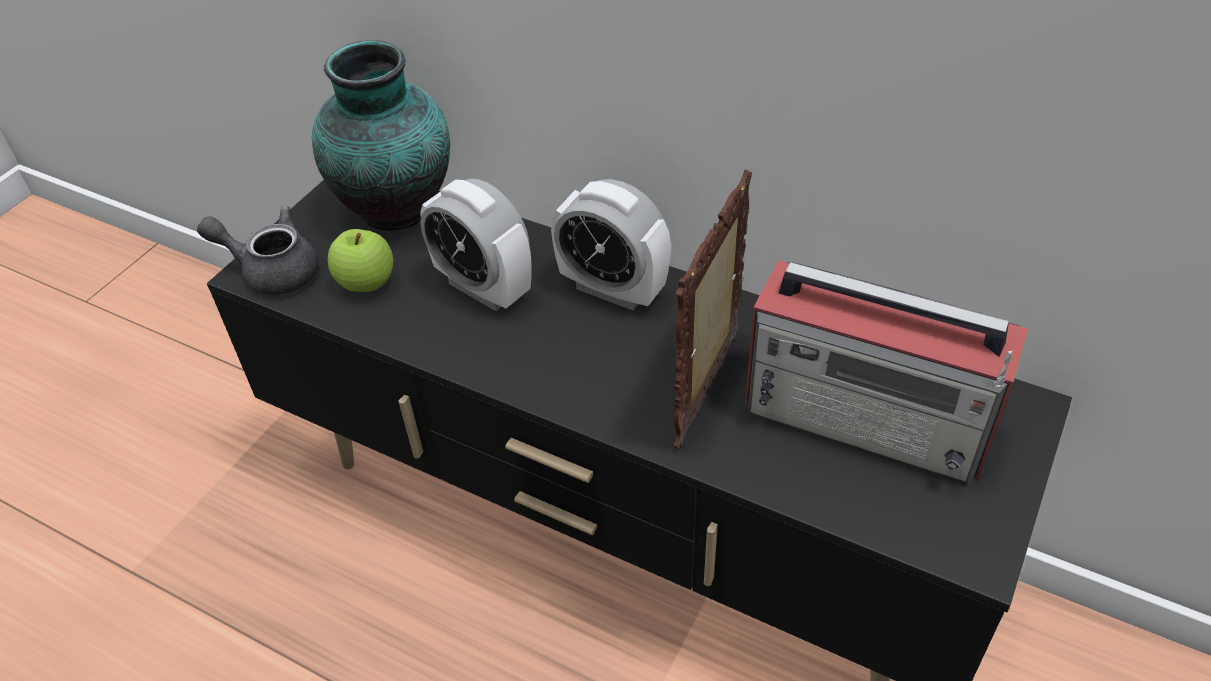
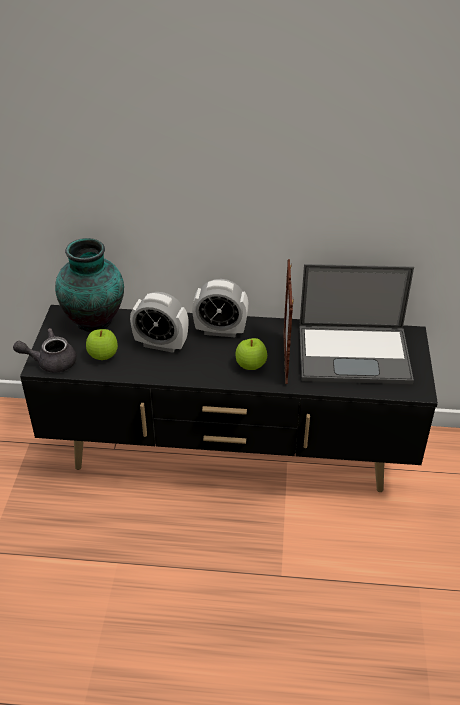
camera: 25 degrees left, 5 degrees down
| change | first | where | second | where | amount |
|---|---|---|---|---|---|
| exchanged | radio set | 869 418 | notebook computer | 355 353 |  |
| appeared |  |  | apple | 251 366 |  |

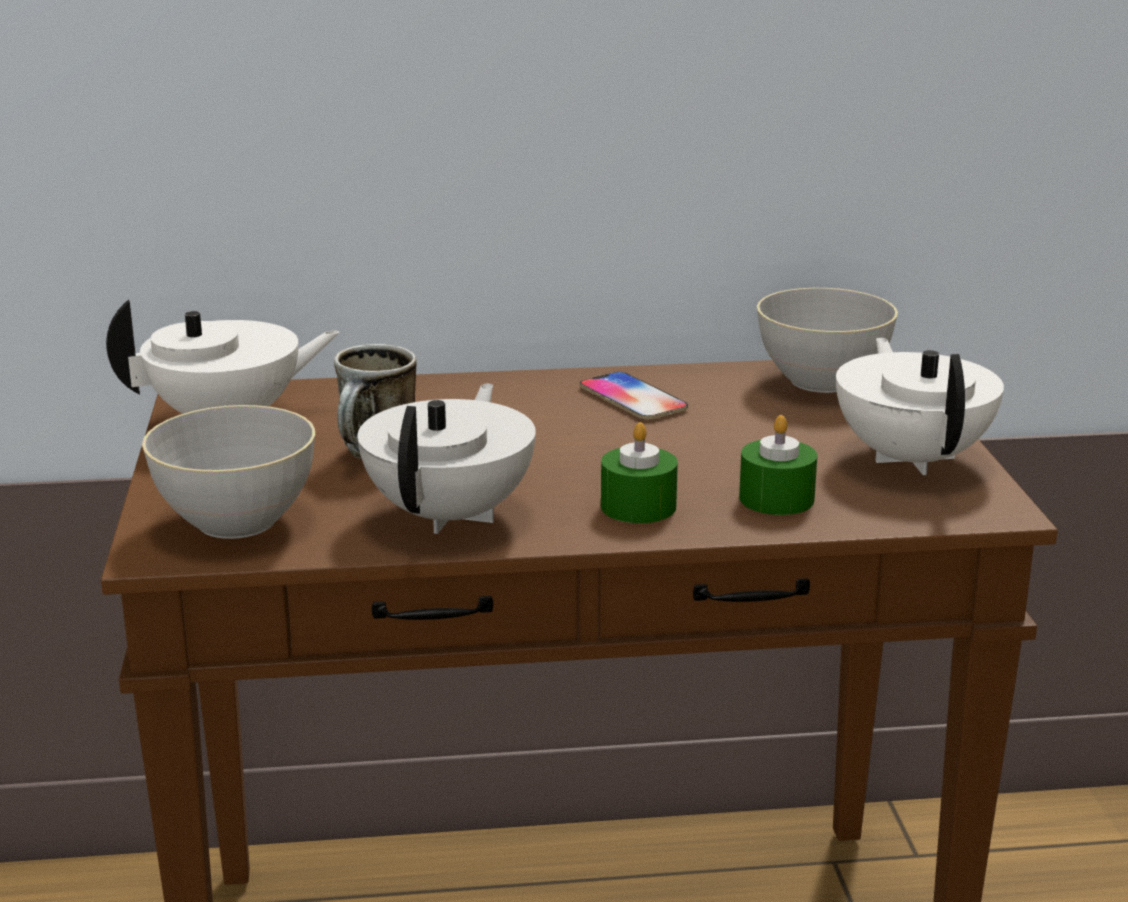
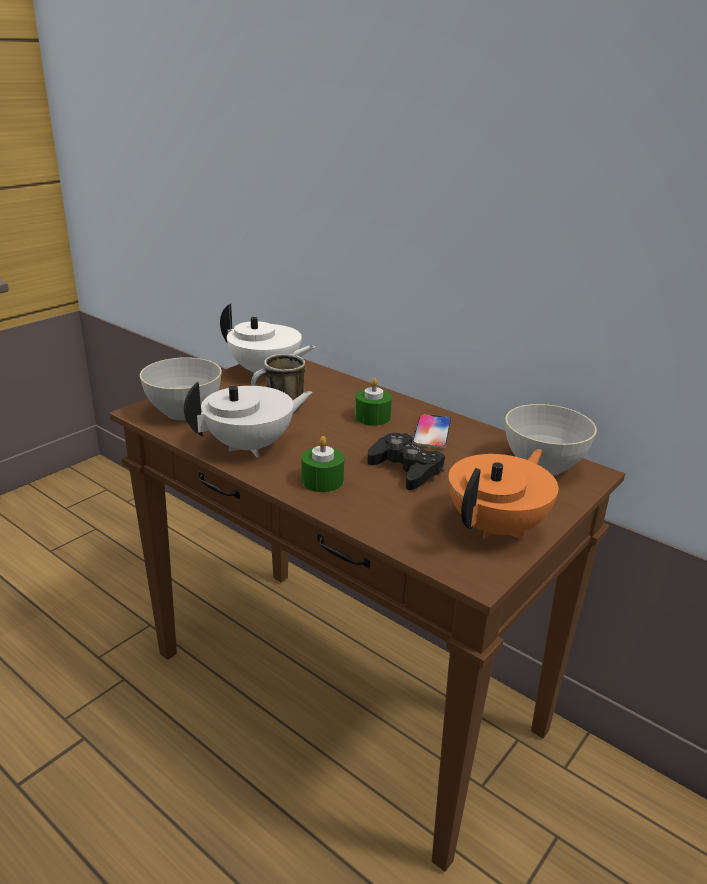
camera: 45 degrees right, 5 degrees up
| change | first | where | second | where | amount |
|---|---|---|---|---|---|
| colour | whitish pot for tea | 912 458 | orange-coloured pot for tea | 497 527 |  |
| relocated | green candle | 776 498 |  | 372 417 |  |
| appeared |  |  | blackish joypad | 406 469 |  |

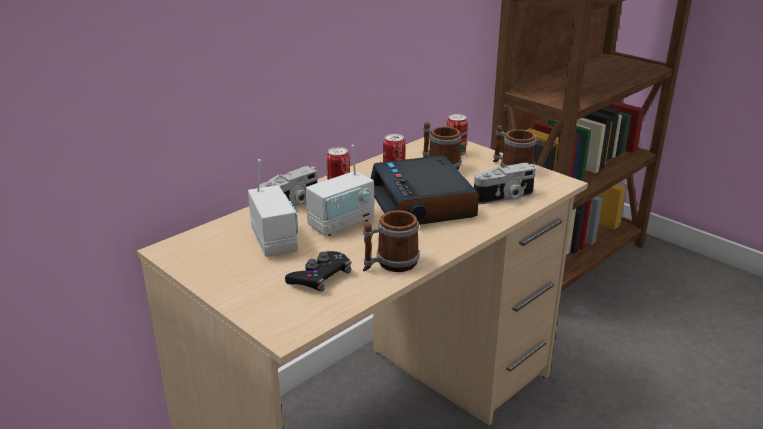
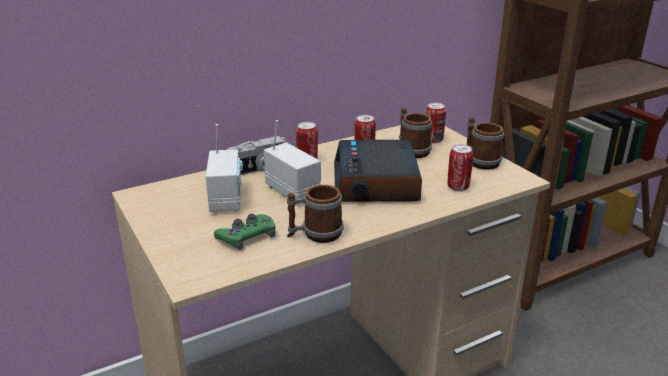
camera: 15 degrees right, 0 degrees up
| change | first | where | second | where | amount |
|---|---|---|---|---|---|
| spun | radio set | 341 223 |  | 293 191 | 105 degrees counterclockwise |
| exchanged | photo camera | 504 198 | can | 458 187 |  |
| colour | blackish joypad | 320 277 | green joypad | 247 237 |  |

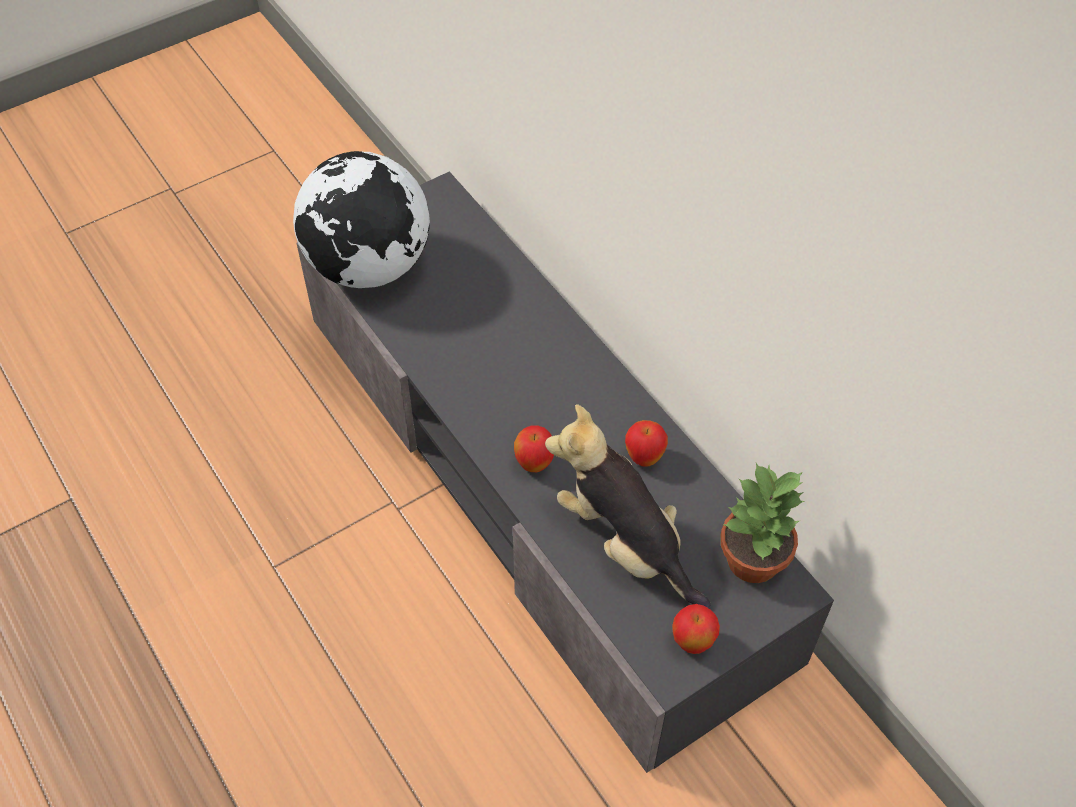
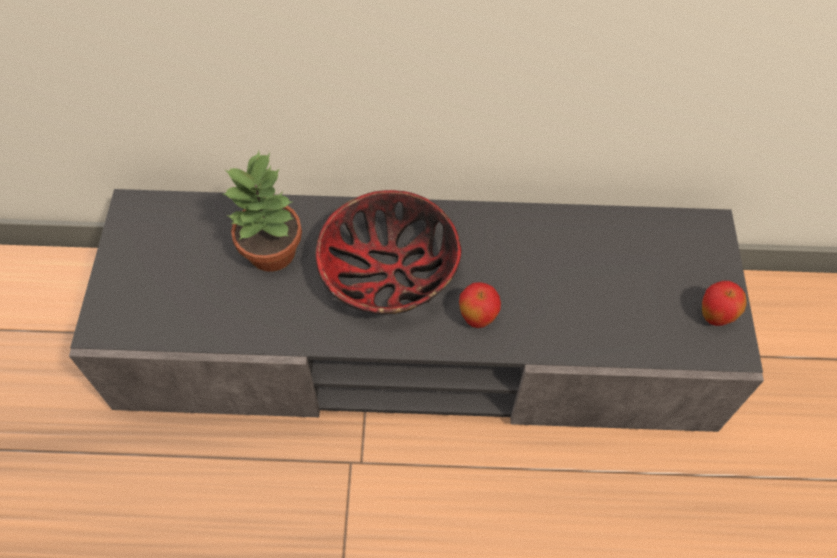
camera: 55 degrees left, 5 degrees up
| change | first | where | second | where | amount |
|---|---|---|---|---|---|
| missing | desk globe | 369 267 |  |  |  |
| missing | soft toy | 625 542 |  |  |  |
| missing | apple | 644 458 |  |  |  |
| relocated | plant in a pot | 753 561 |  | 273 252 |  |
| appeared |  |  | serving bowl | 388 273 |  |

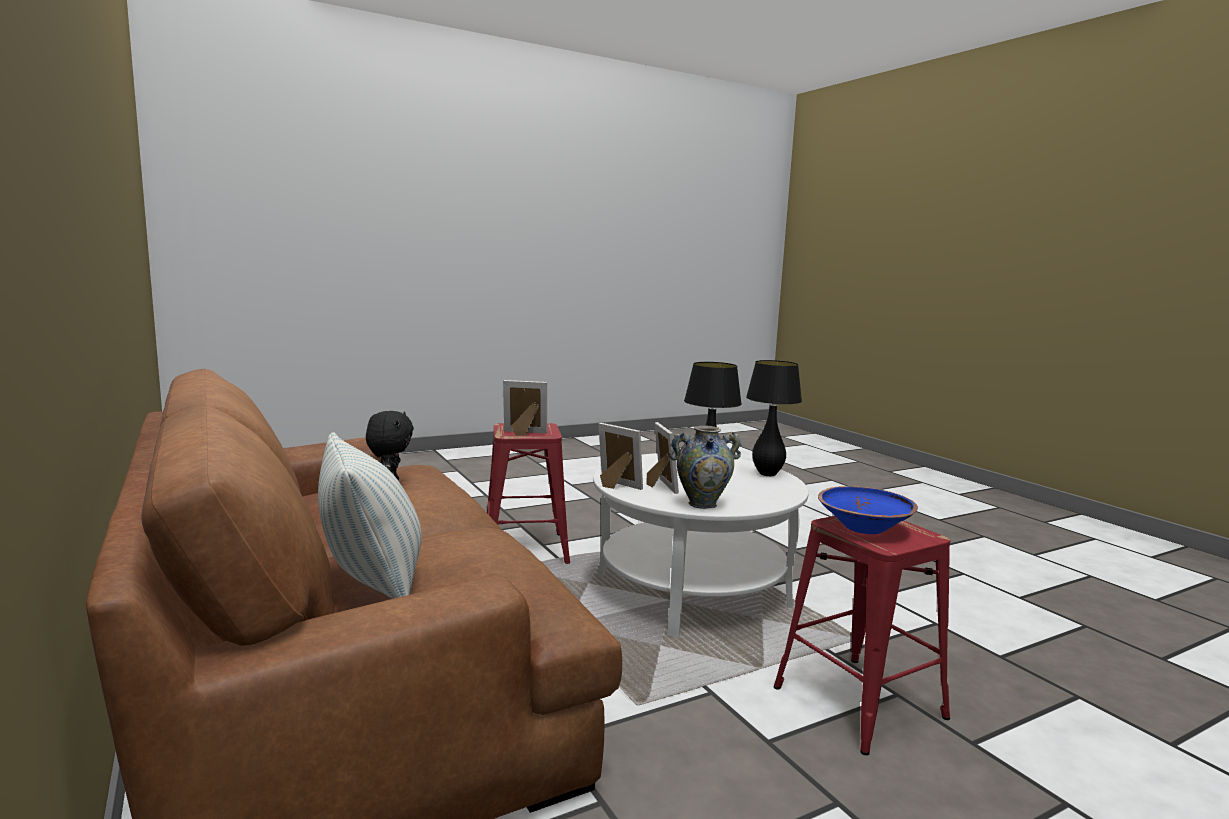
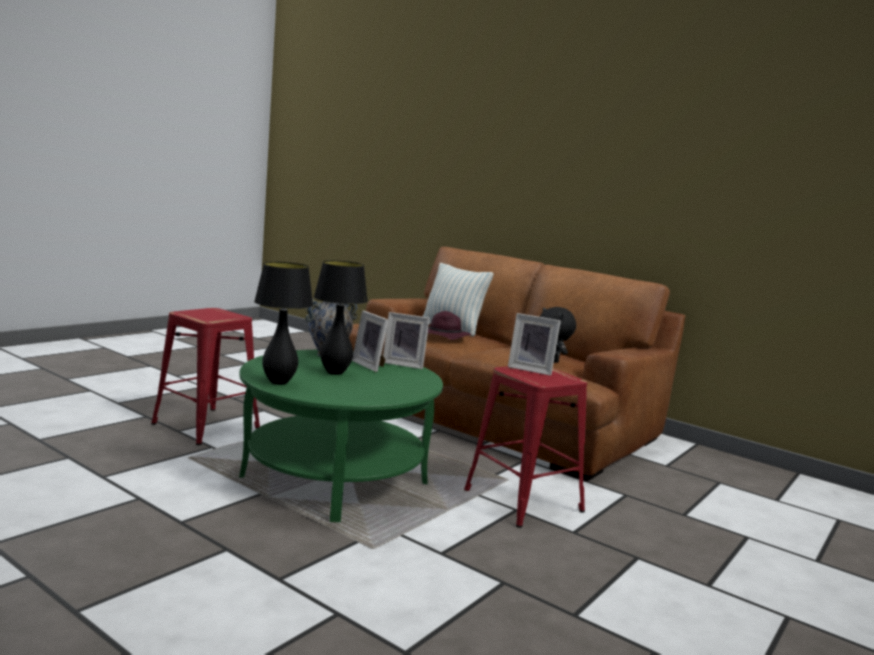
camera: 155 degrees right, 0 degrees up
| change | first | where | second | where | amount |
|---|---|---|---|---|---|
| spun | standing frame | 524 433 |  | 531 369 | 45 degrees clockwise |
| colour | whitish lounge table | 691 590 | green lounge table | 335 479 |  |
| missing | bluish serving bowl | 864 528 |  |  |  |
| appeared |  |  | purple-coloured wearable hat | 443 336 |  |

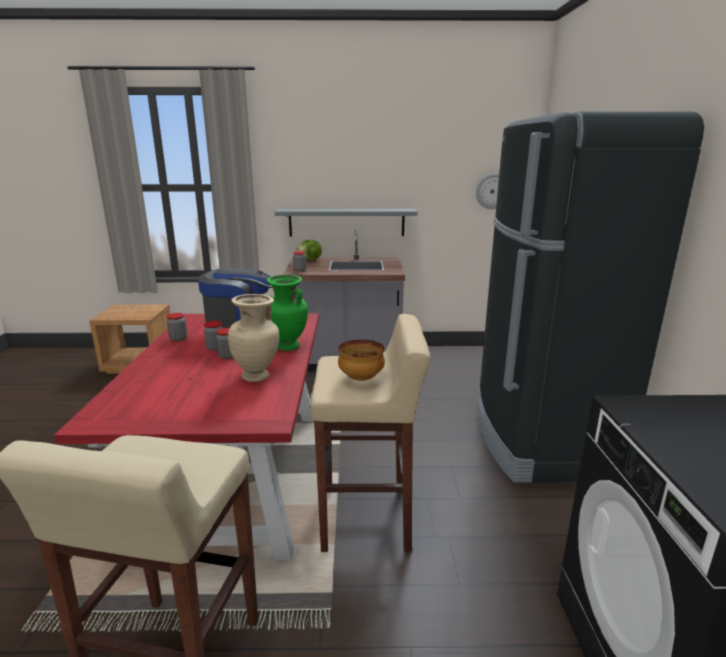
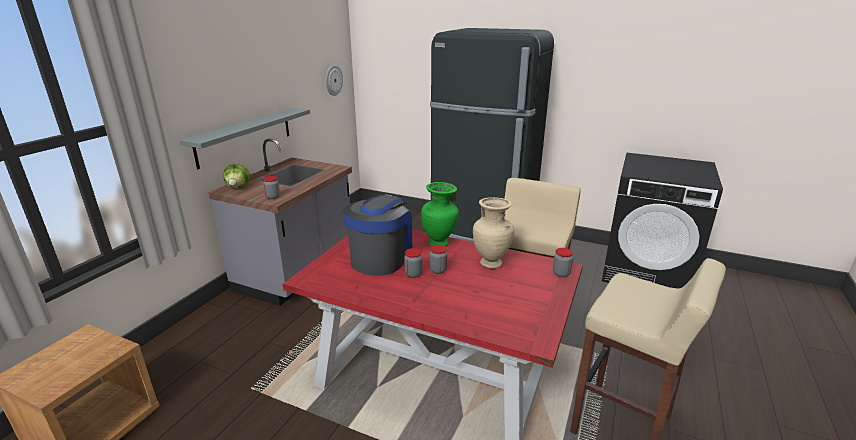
camera: 65 degrees left, 5 degrees up
| change | first | where | second | where | amount |
|---|---|---|---|---|---|
| relocated | storage jar | 178 339 |  | 561 273 |  |
| missing | serving bowl | 361 378 |  |  |  |

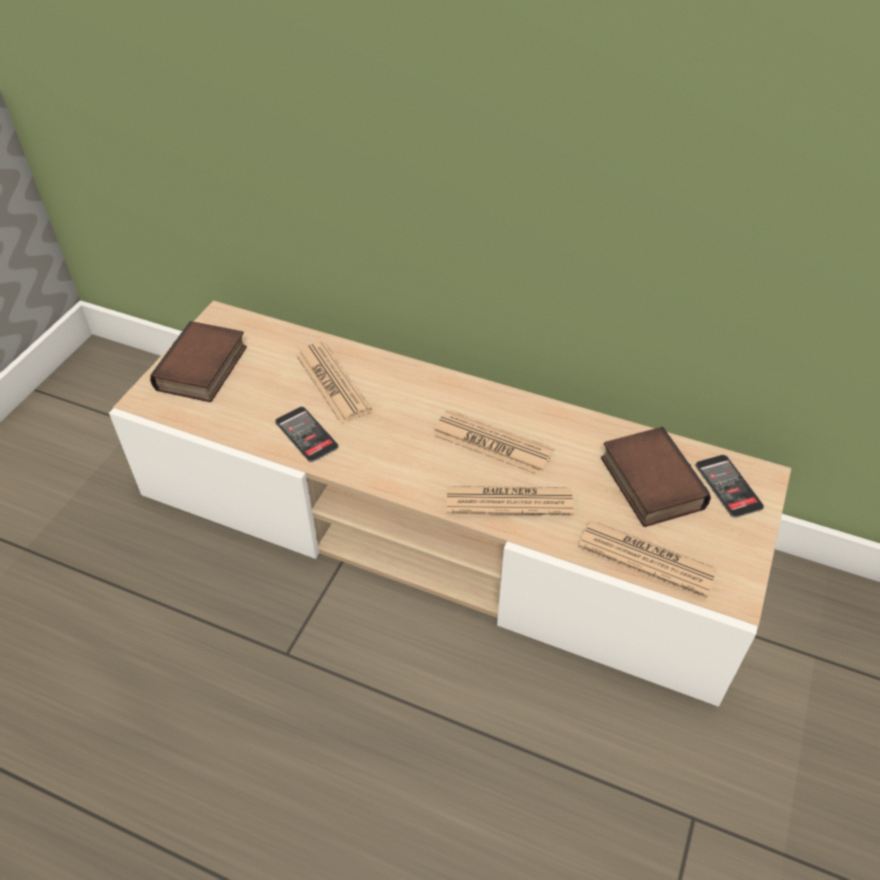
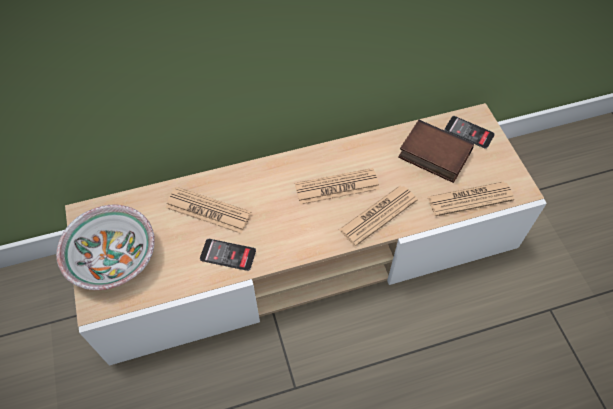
camera: 40 degrees left, 10 degrees up
| change | first | where | second | where | amount |
|---|---|---|---|---|---|
| exchanged | book | 204 370 | serving bowl | 114 258 |  |

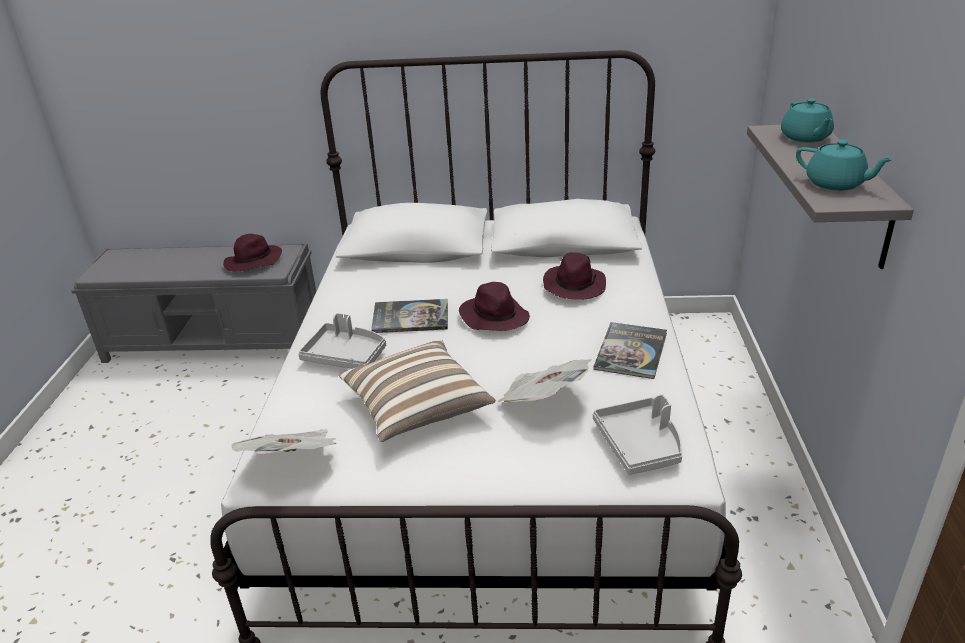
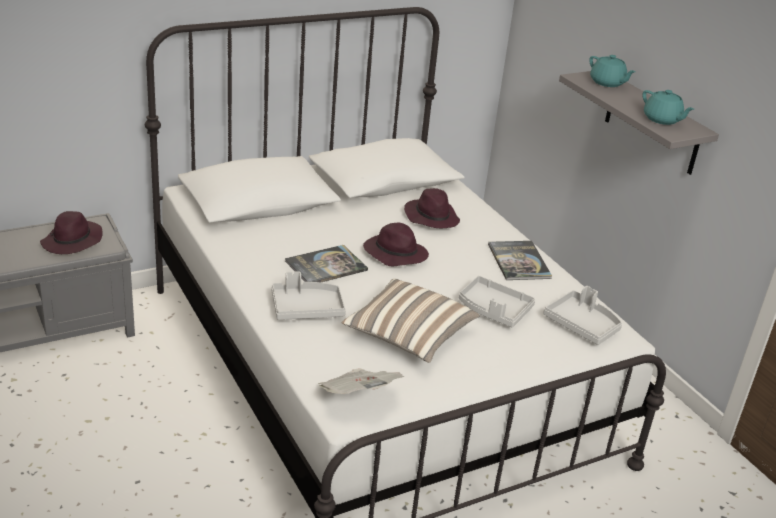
camera: 35 degrees left, 0 degrees up
| change | first | where | second | where | amount |
|---|---|---|---|---|---|
| spun | turquoise-coloured pot for tea | 836 184 |  | 662 120 | 45 degrees clockwise |
| exchanged | daily paper | 543 400 | greyish tray | 493 310 |  |

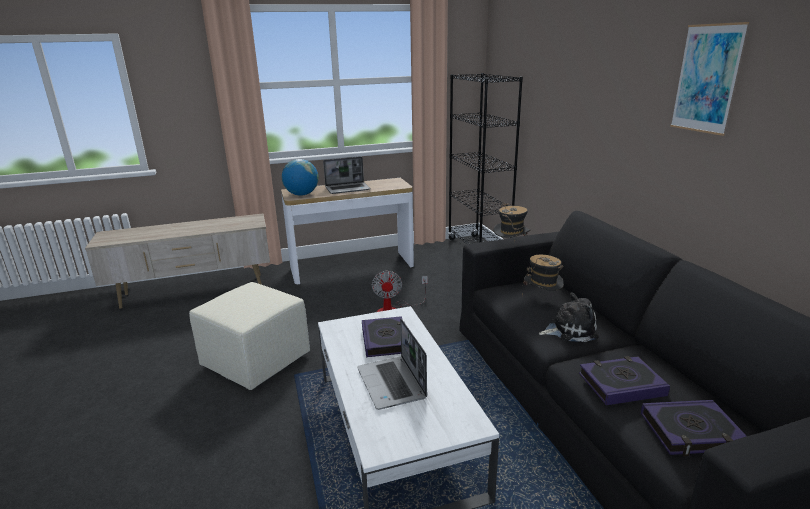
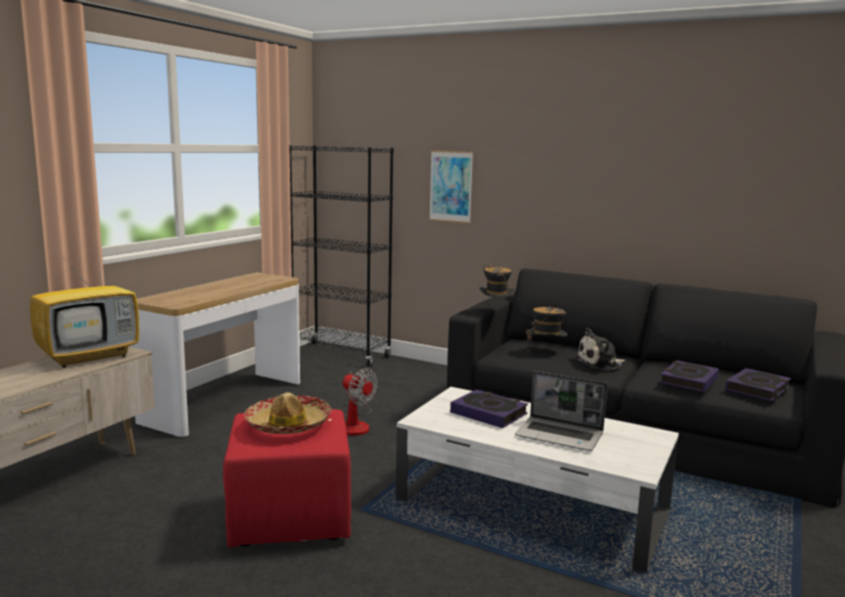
camera: 45 degrees left, 10 degrees down
| change | first | where | second | where | amount |
|---|---|---|---|---|---|
| relocated | wall picture | 706 79 |  | 451 186 |  |
| missing | notebook computer | 348 189 |  |  |  |
| missing | desk globe | 301 194 |  |  |  |
| colour | beige footrest | 257 361 | reddish footrest | 292 518 |  |
| spun | soft toy | 569 330 |  | 600 364 | 150 degrees counterclockwise |
| appeared |  |  | TV | 90 356 |  |
| appeared |  |  | wearable hat | 288 424 |  |

